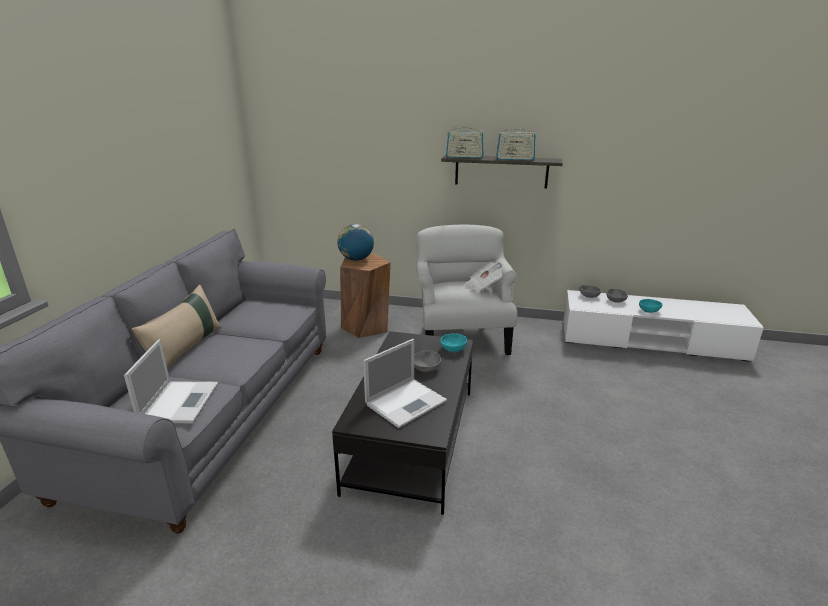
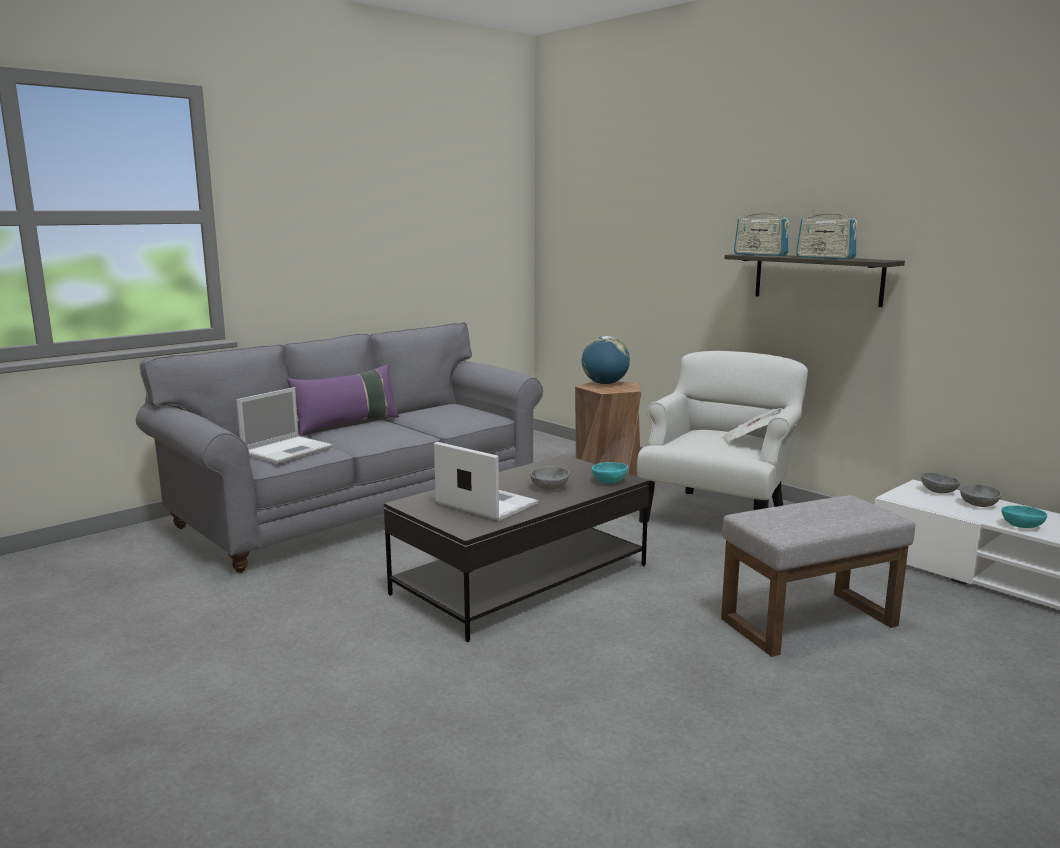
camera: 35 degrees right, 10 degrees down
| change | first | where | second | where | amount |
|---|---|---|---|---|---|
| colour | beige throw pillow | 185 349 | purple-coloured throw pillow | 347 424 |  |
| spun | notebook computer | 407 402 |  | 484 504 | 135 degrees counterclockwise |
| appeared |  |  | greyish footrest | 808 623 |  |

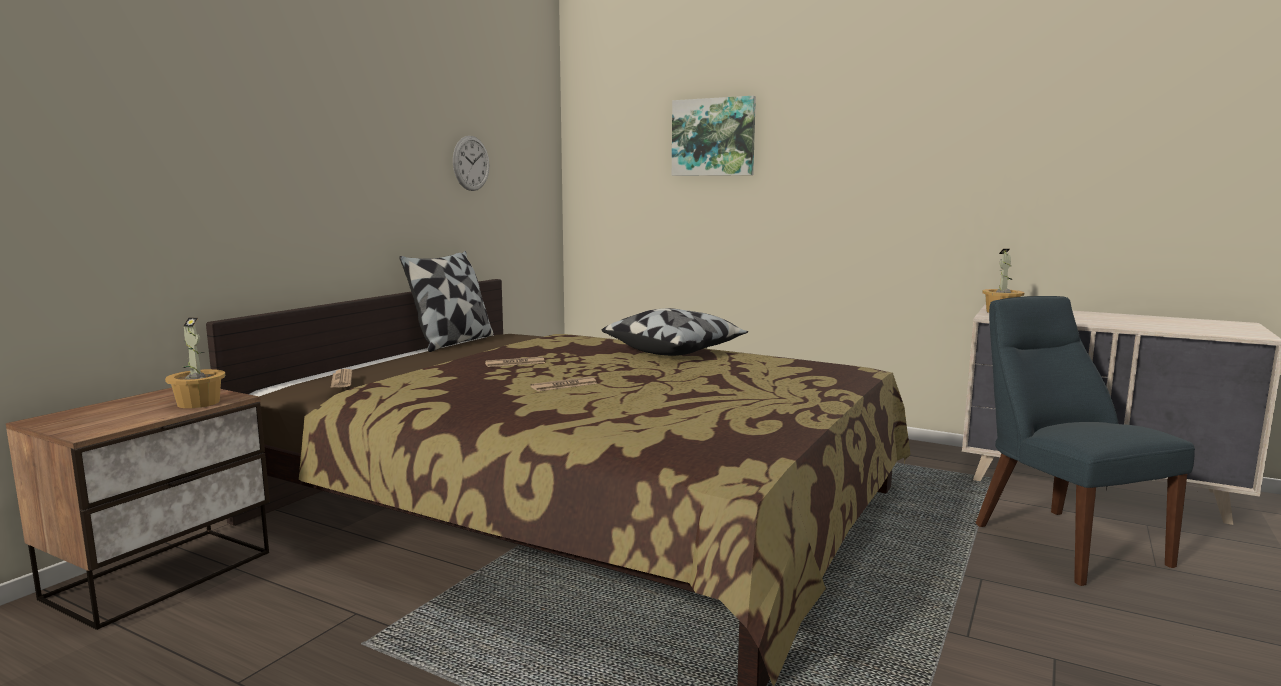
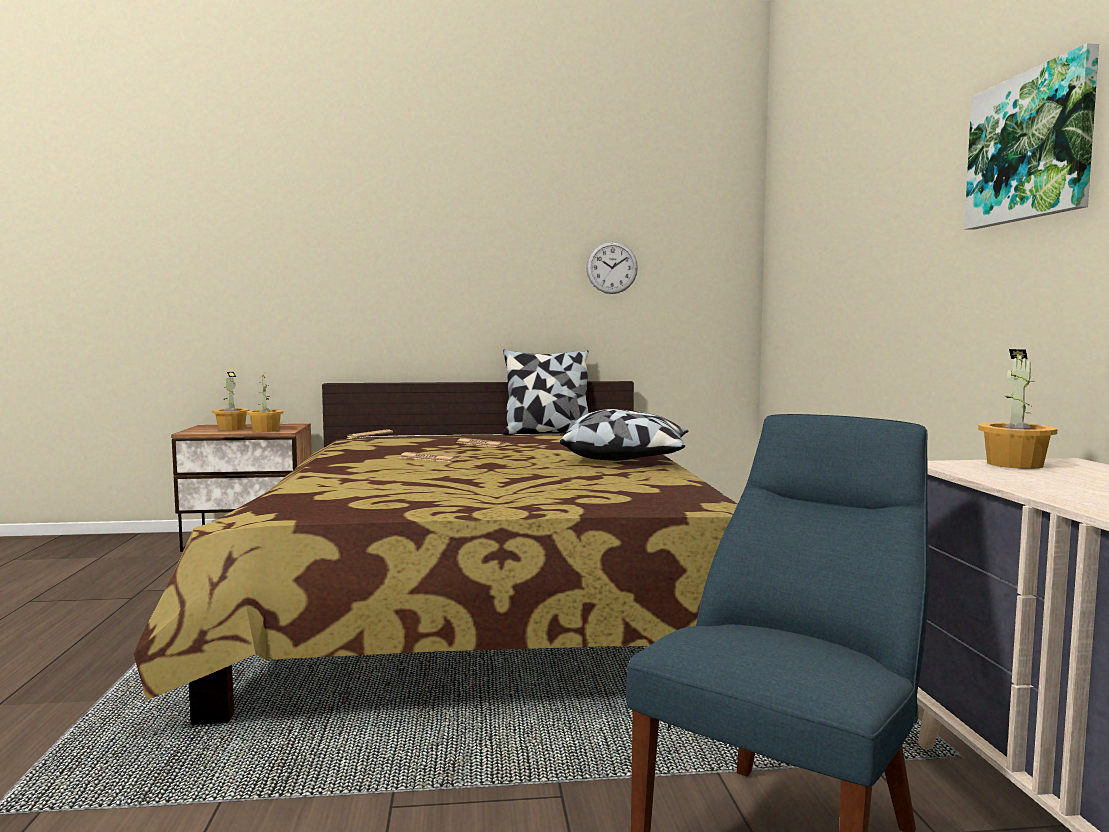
camera: 55 degrees right, 5 degrees down
| change | first | where | second | where | amount |
|---|---|---|---|---|---|
| relocated | wall picture | 713 137 |  | 1031 147 |  |
| appeared |  |  | plant in a pot | 231 428 |  |

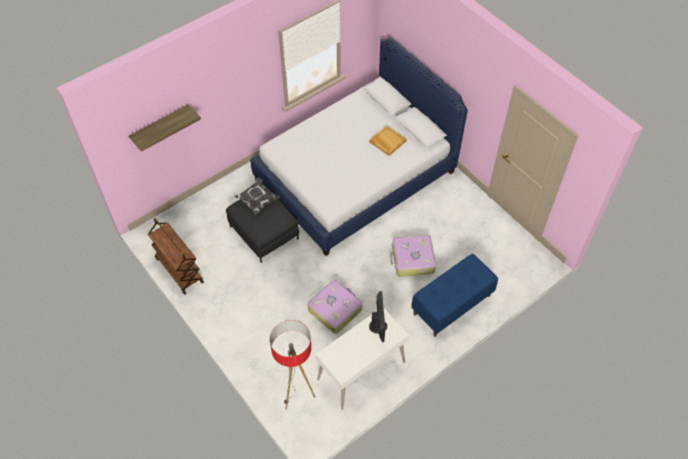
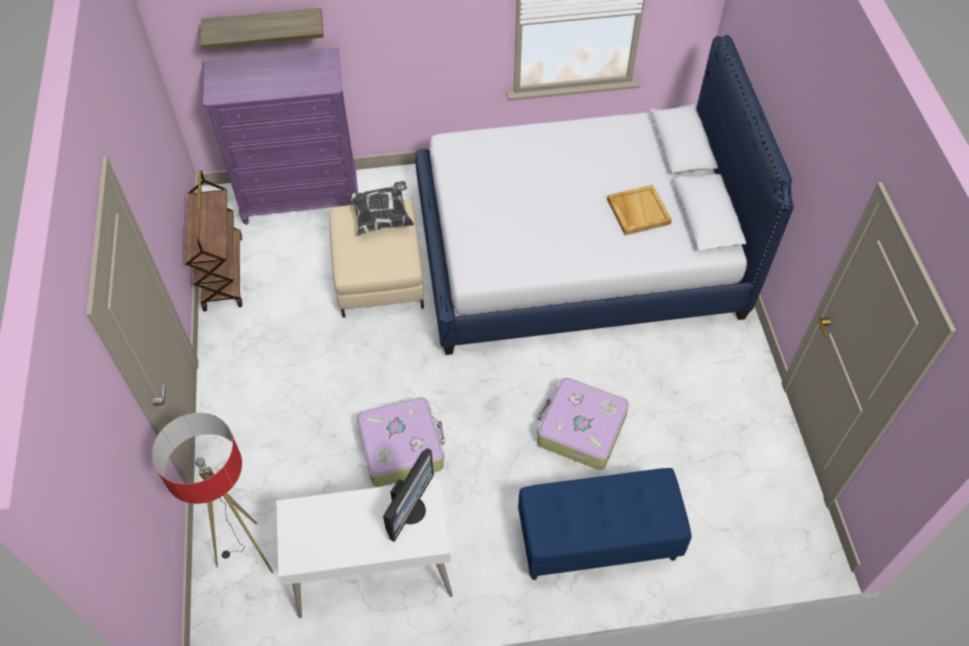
camera: 30 degrees right, 0 degrees up
| change | first | where | second | where | amount |
|---|---|---|---|---|---|
| colour | blackish footrest | 264 232 | beige footrest | 379 275 |  |
| appeared |  |  | purple-coloured drawer chest | 301 198 |  |

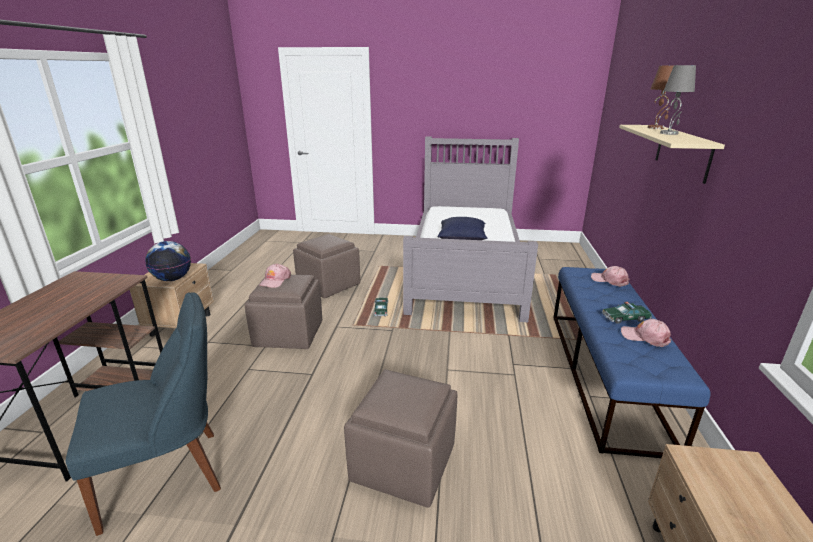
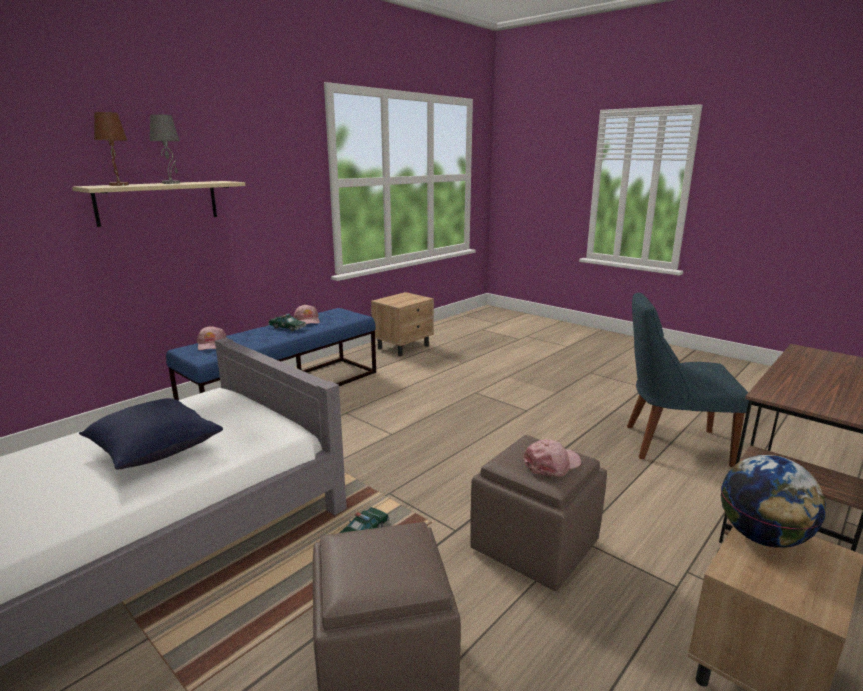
camera: 145 degrees left, 5 degrees down
| change | first | where | second | where | amount |
|---|---|---|---|---|---|
| missing | brownish footrest | 404 464 |  |  |  |

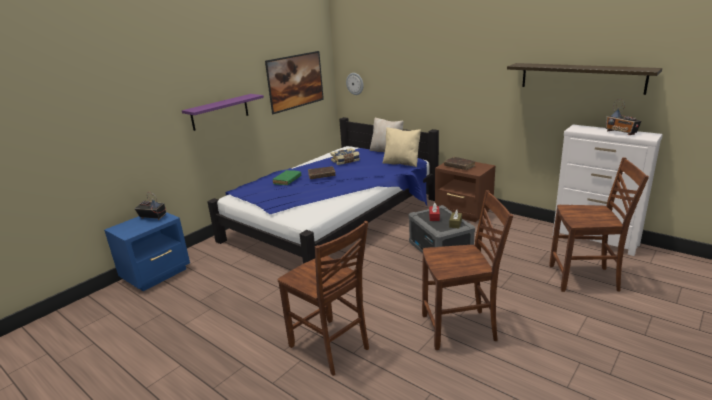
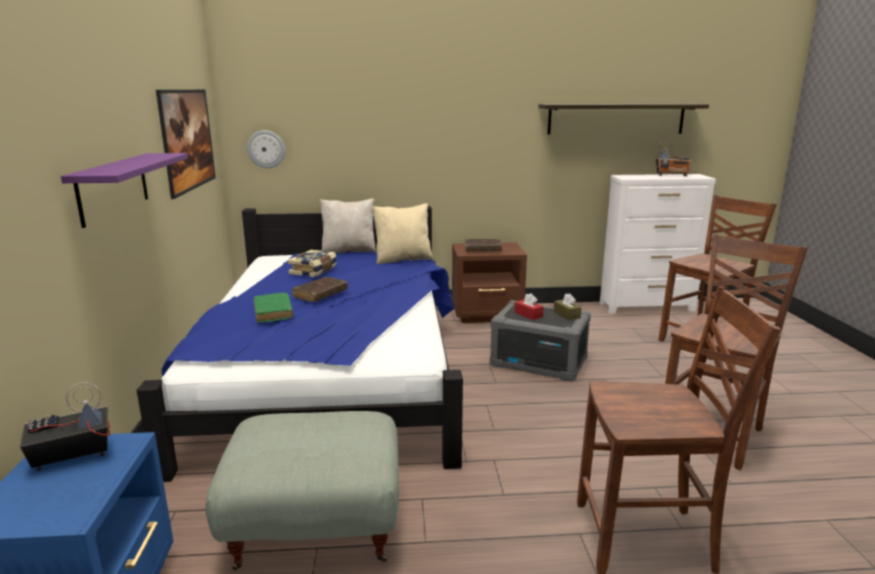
camera: 45 degrees left, 5 degrees down
| change | first | where | second | where | amount |
|---|---|---|---|---|---|
| appeared |  |  | greyish footrest | 316 525 |  |

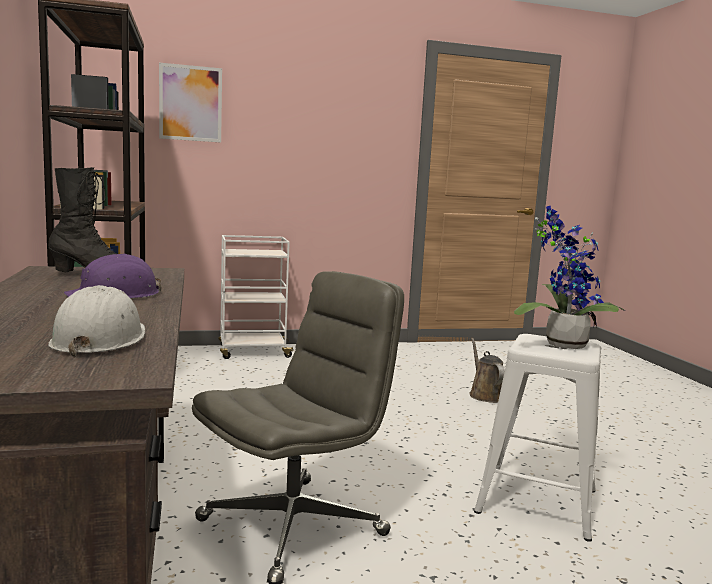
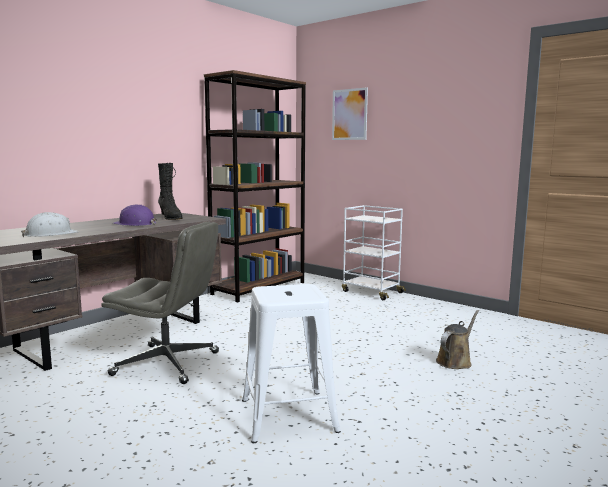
camera: 55 degrees right, 0 degrees up
| change | first | where | second | where | amount |
|---|---|---|---|---|---|
| missing | plant in a pot | 561 343 |  |  |  |

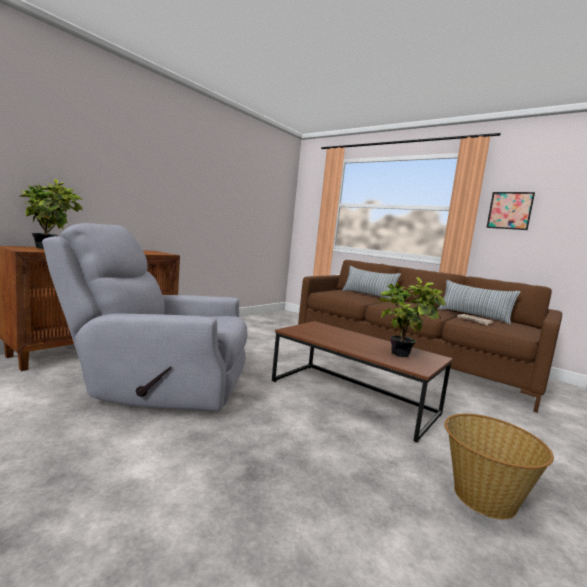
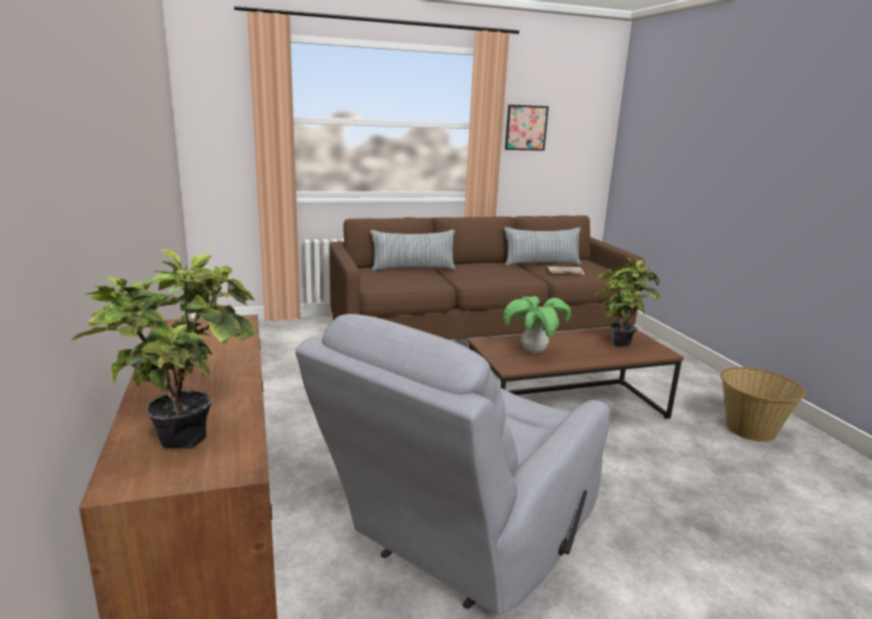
camera: 55 degrees left, 10 degrees up
| change | first | where | second | where | amount |
|---|---|---|---|---|---|
| appeared |  |  | plant in a pot | 533 351 |  |

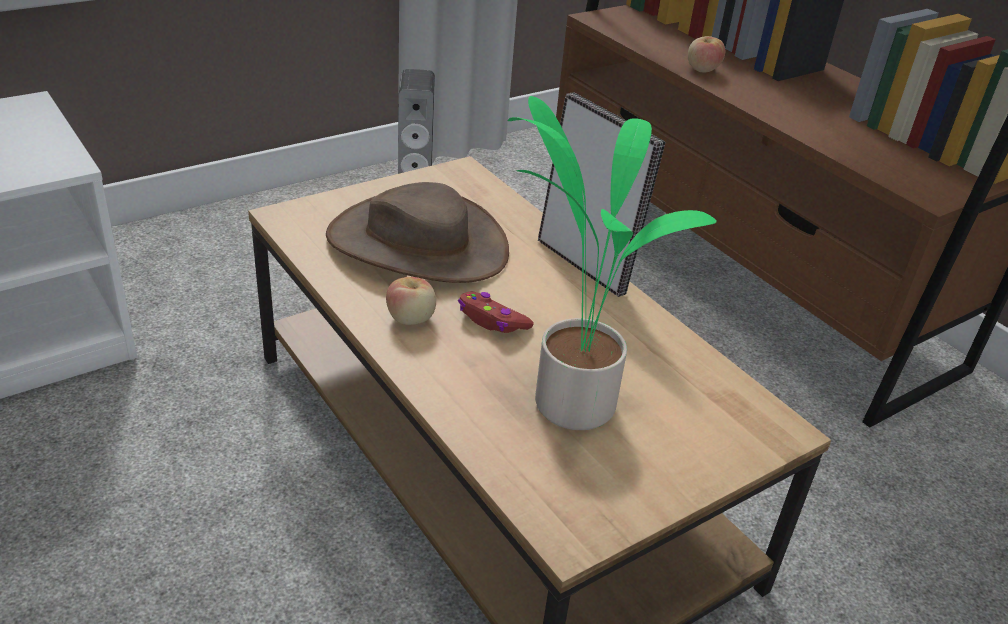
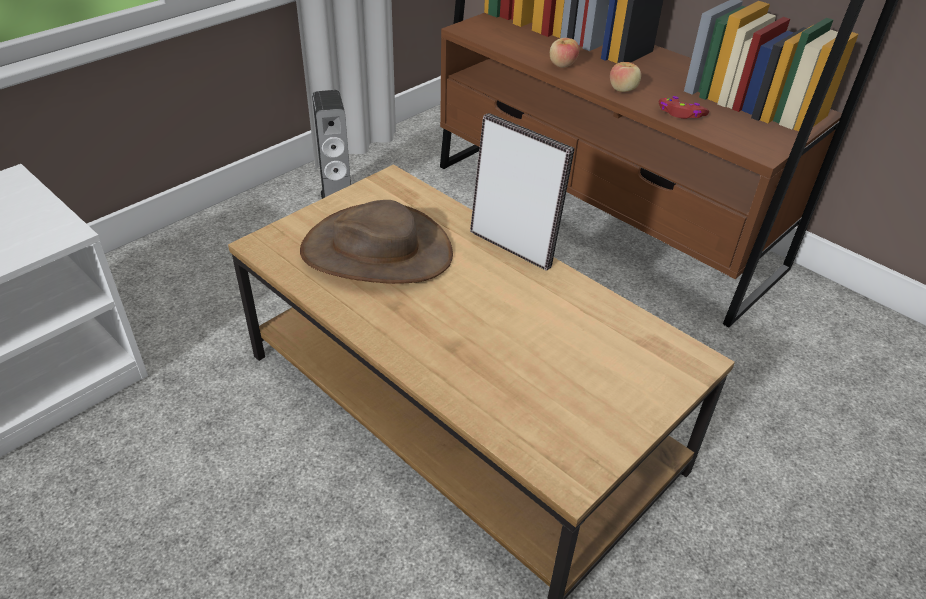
camera: 10 degrees left, 5 degrees up
| change | first | where | second | where | amount |
|---|---|---|---|---|---|
| missing | plant in a pot | 571 401 |  |  |  |
| relocated | apple | 411 319 |  | 623 89 |  |
| relocated | reddish joypad | 492 320 |  | 681 114 |  |

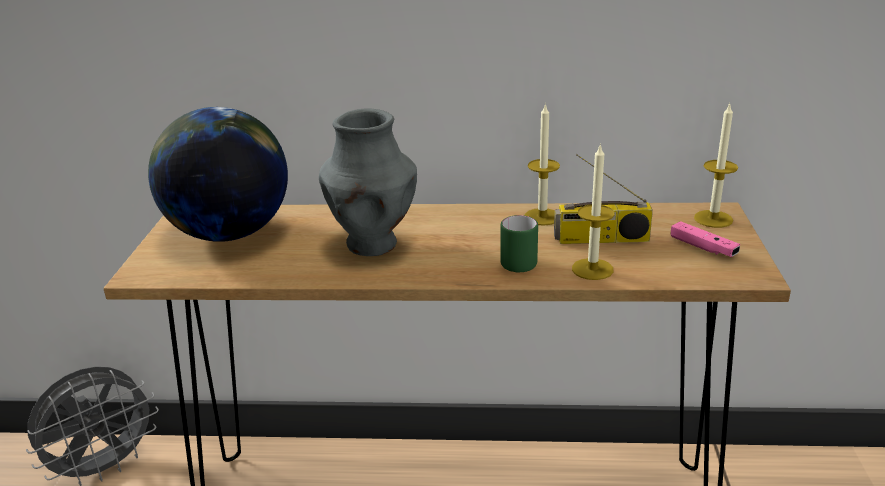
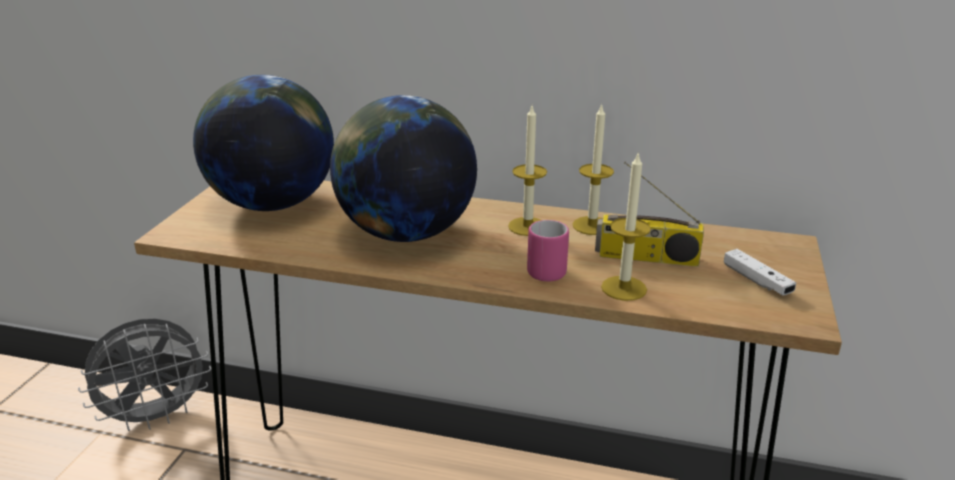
camera: 10 degrees right, 0 degrees up
| change | first | where | second | where | amount |
|---|---|---|---|---|---|
| relocated | candle | 713 219 |  | 527 226 |  |
| exchanged | greyish decorative vase | 373 245 | desk globe | 406 233 |  |
| colour | green tea mug | 516 261 | pink tea mug | 545 269 |  |
| colour | pink joypad | 703 247 | whitish joypad | 756 280 |  |

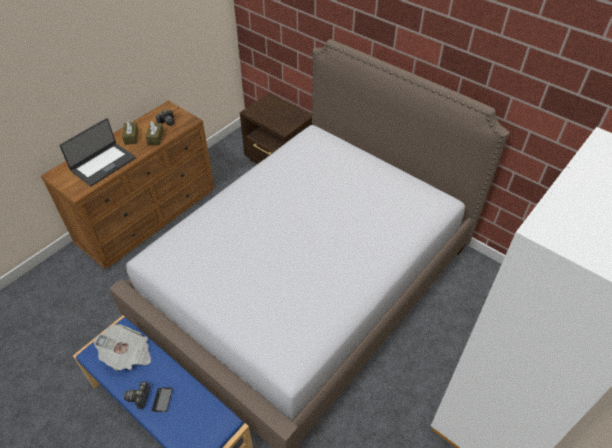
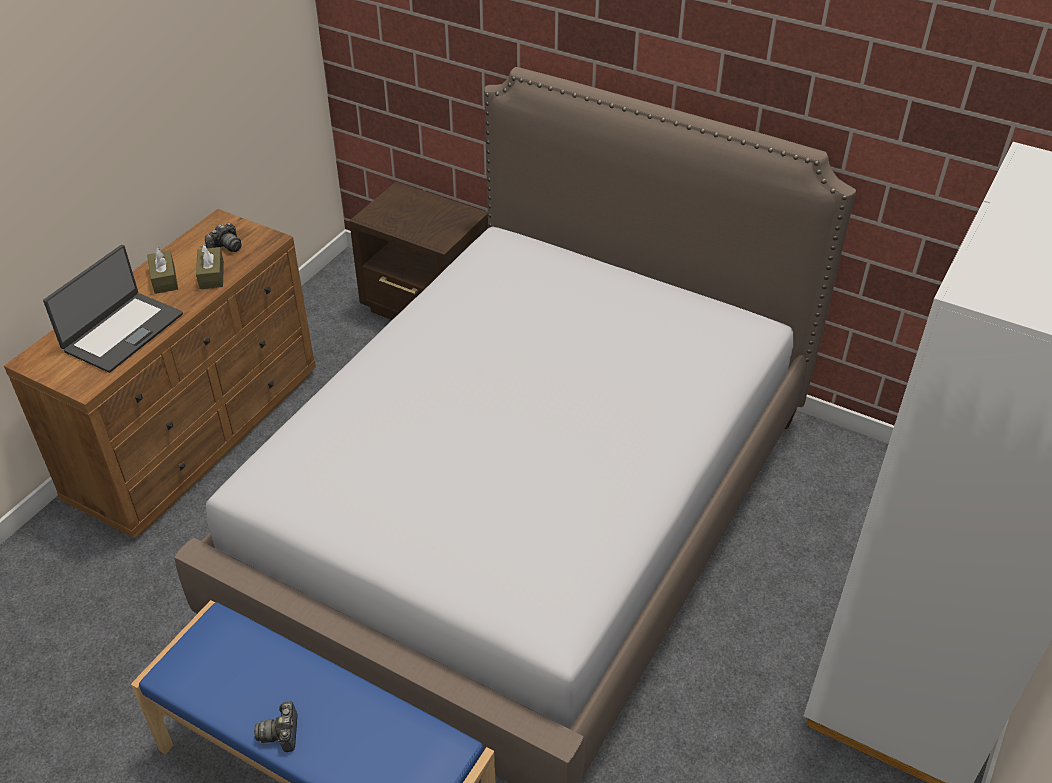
camera: 10 degrees left, 5 degrees down
| change | first | where | second | where | amount |
|---|---|---|---|---|---|
| missing | daily paper | 128 355 |  |  |  |
| missing | telephone | 162 400 |  |  |  |

